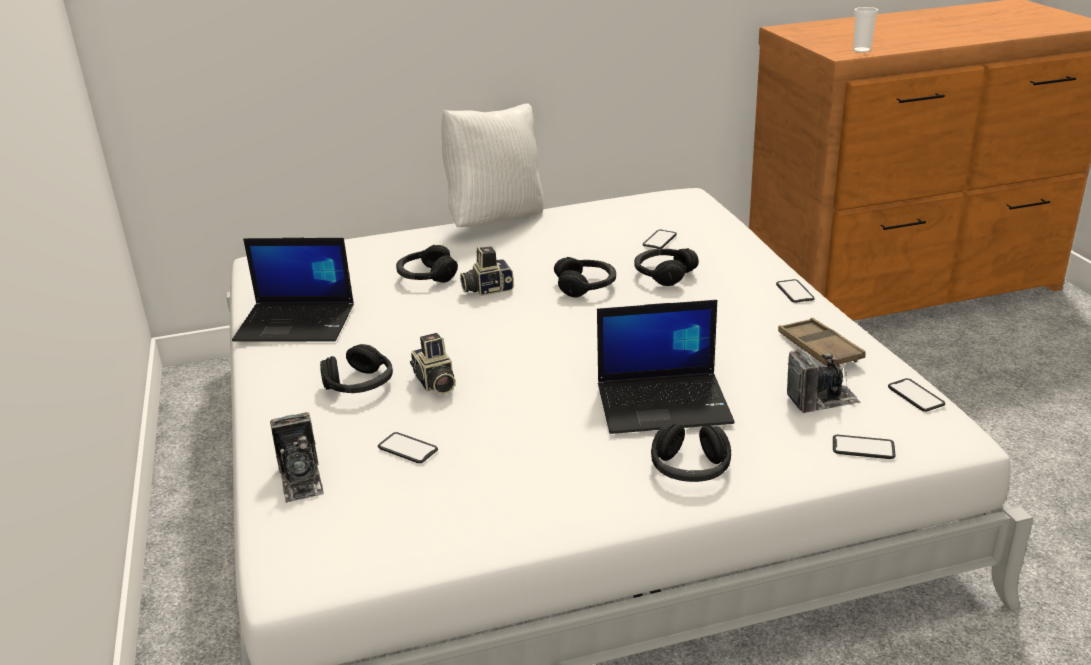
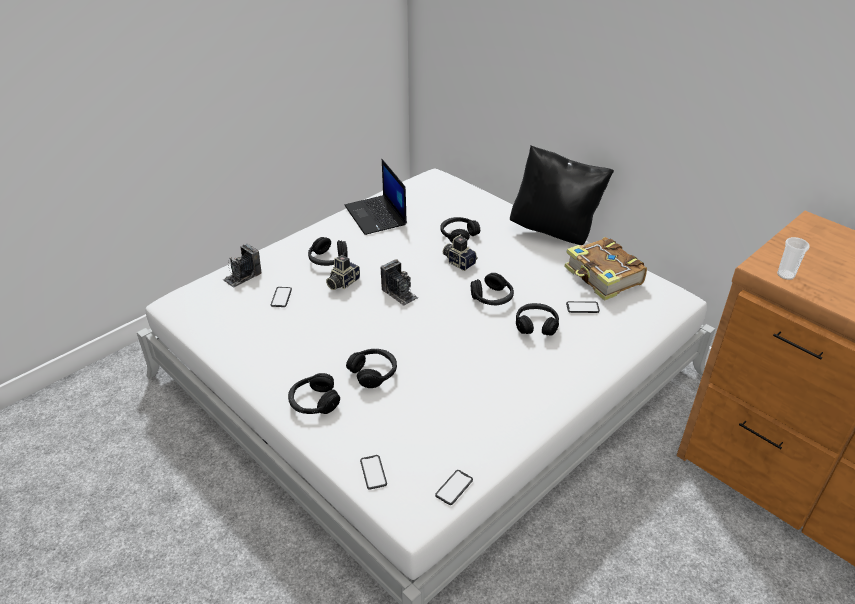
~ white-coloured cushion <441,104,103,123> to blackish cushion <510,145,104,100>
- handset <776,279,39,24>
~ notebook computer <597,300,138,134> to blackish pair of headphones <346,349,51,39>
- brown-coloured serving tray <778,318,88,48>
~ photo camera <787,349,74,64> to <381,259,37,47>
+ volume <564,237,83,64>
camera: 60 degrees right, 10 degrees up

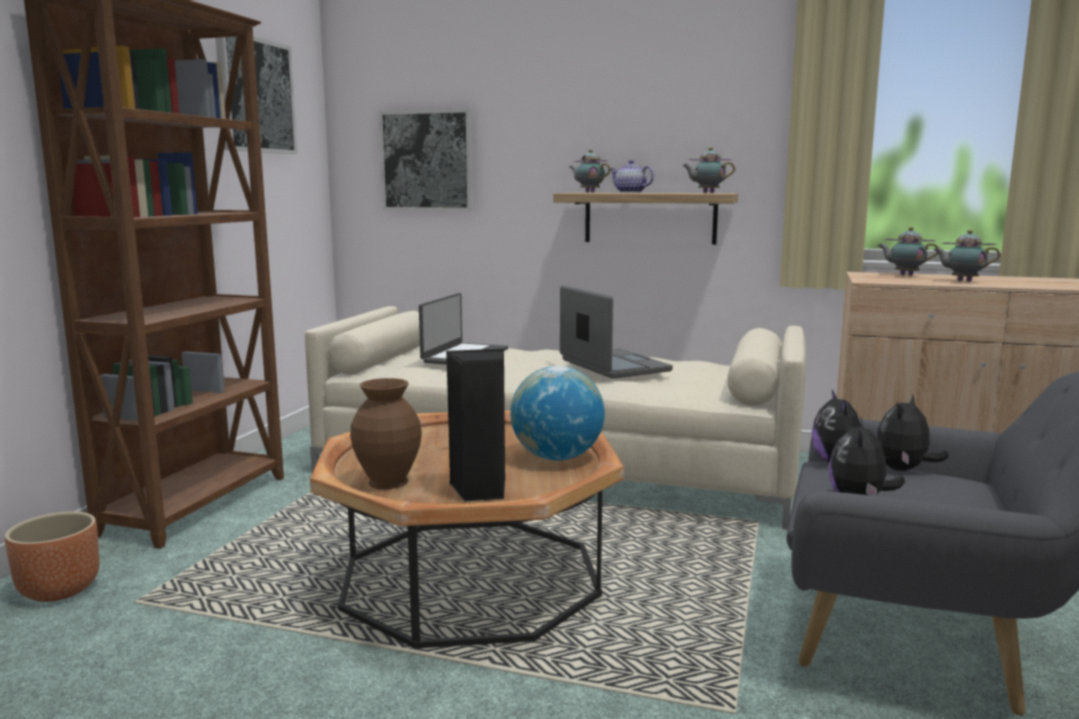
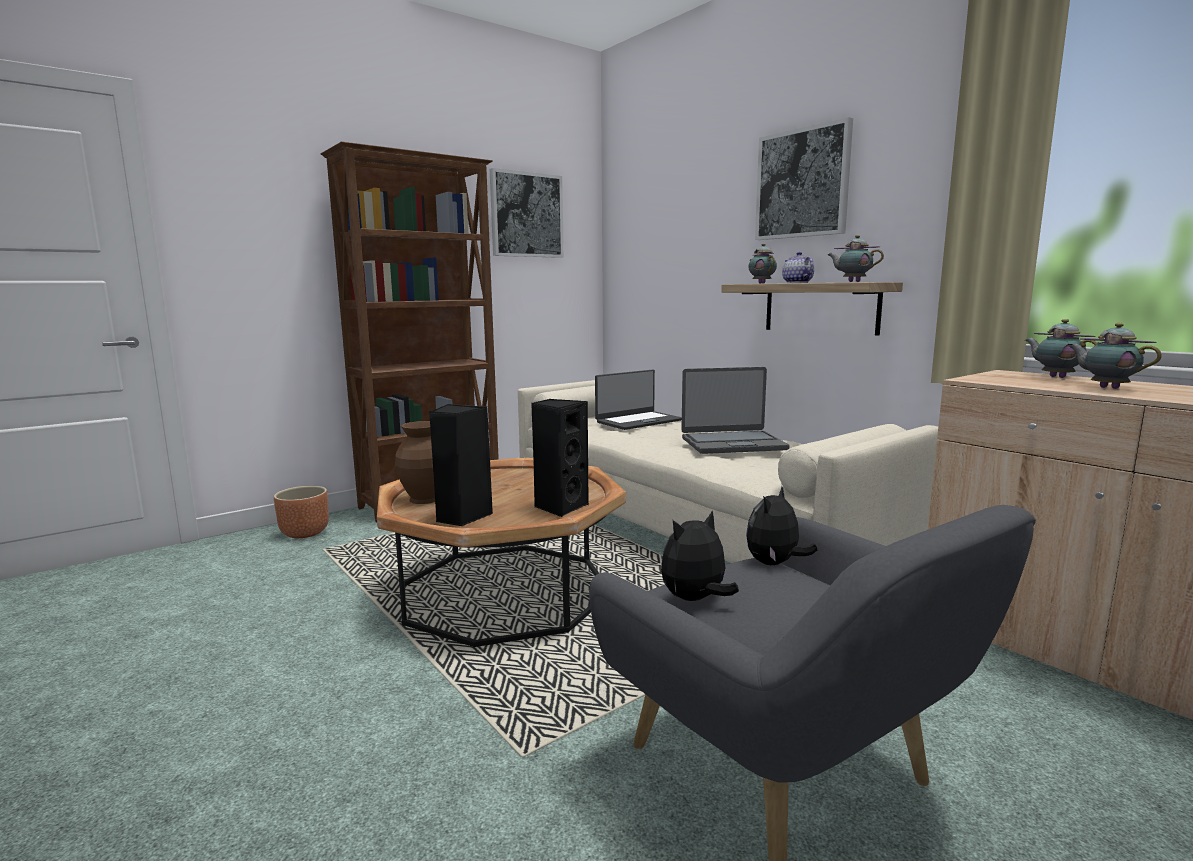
~ picture <379,108,95,103> to <755,117,98,123>
~ notebook computer <560,285,113,94> = <681,367,109,87> 75 degrees clockwise
~ desk globe <510,366,95,94> to blackish audio speaker <531,399,58,118>
- cuddly toy <876,394,73,77>
camera: 35 degrees right, 0 degrees up

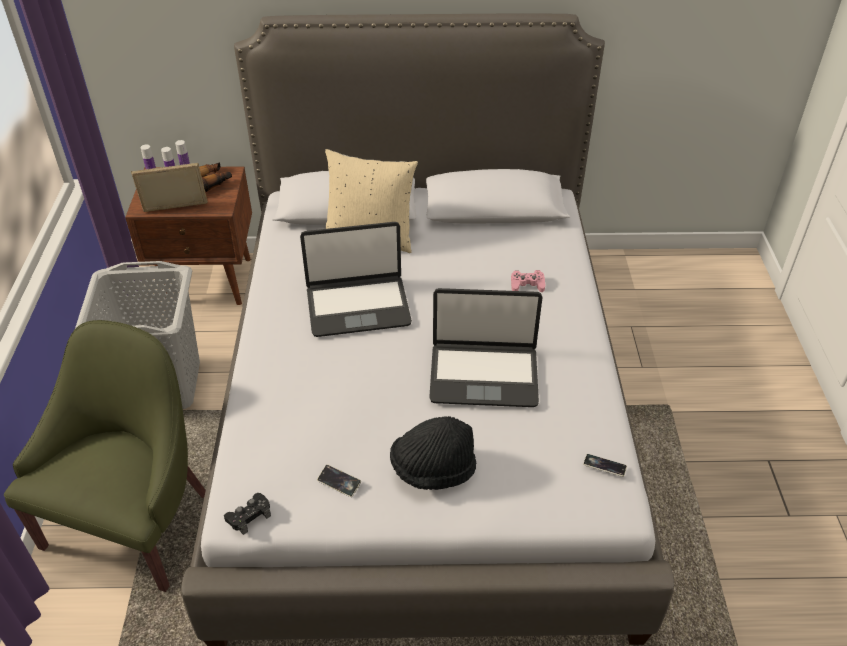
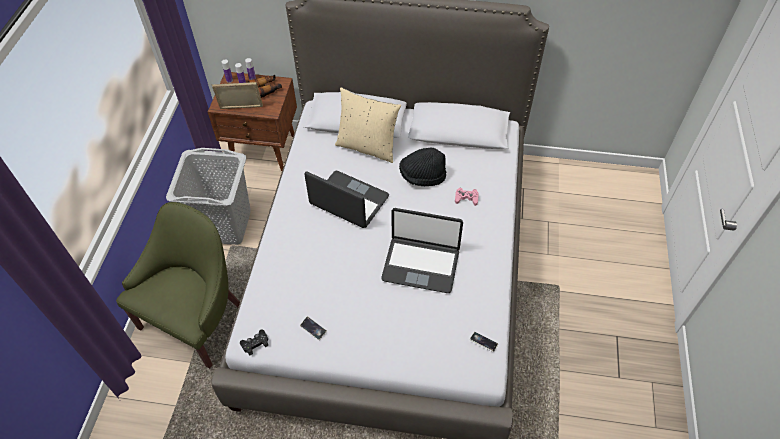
~ notebook computer <300,222,112,115> = <304,171,85,57> 150 degrees counterclockwise
~ blackish hat <390,416,86,74> to <399,147,47,39>
camera: 10 degrees right, 10 degrees up

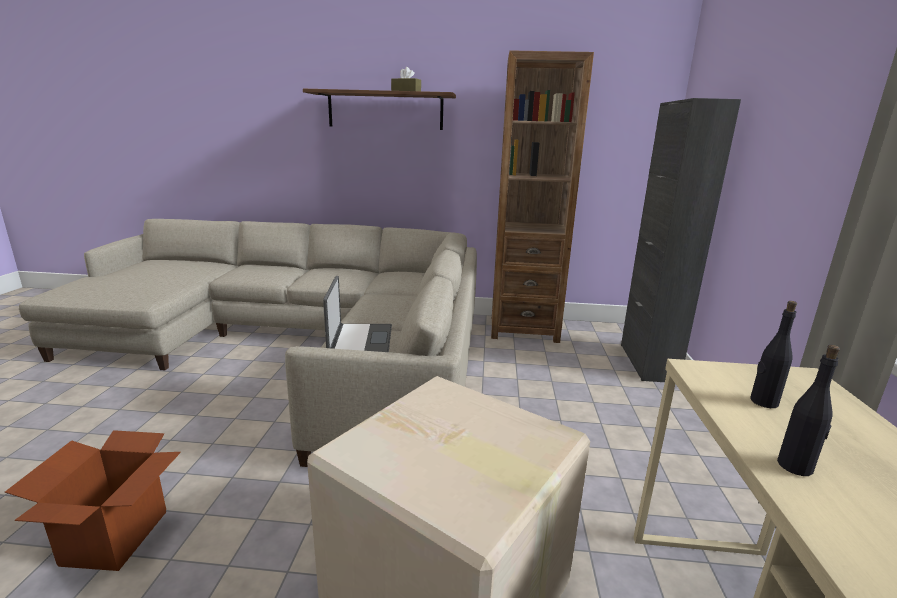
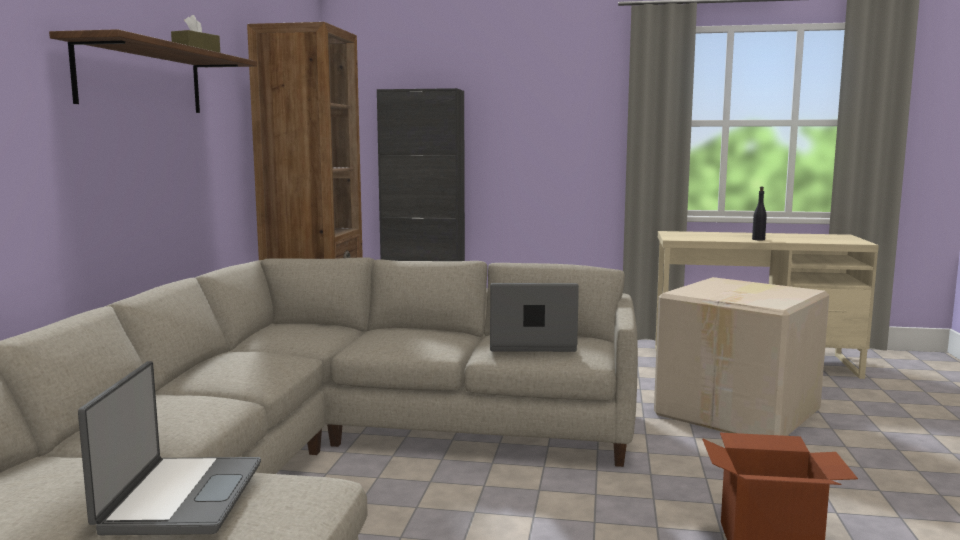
- blackish beverage bottle <750,301,47,107>
+ notebook computer <78,361,183,174>
camera: 85 degrees left, 10 degrees down

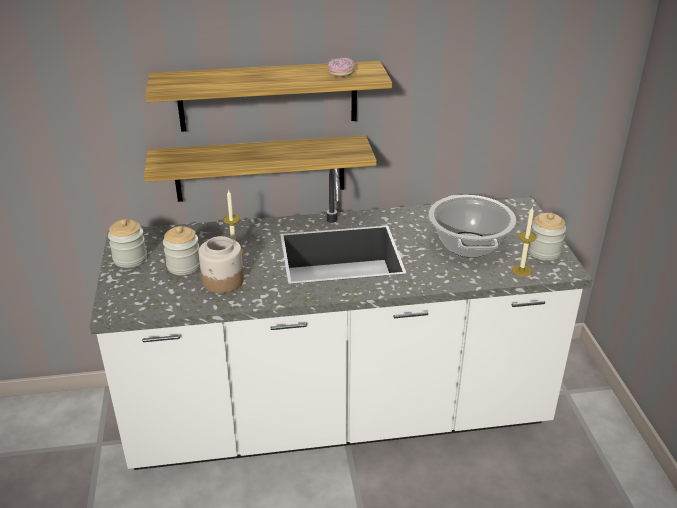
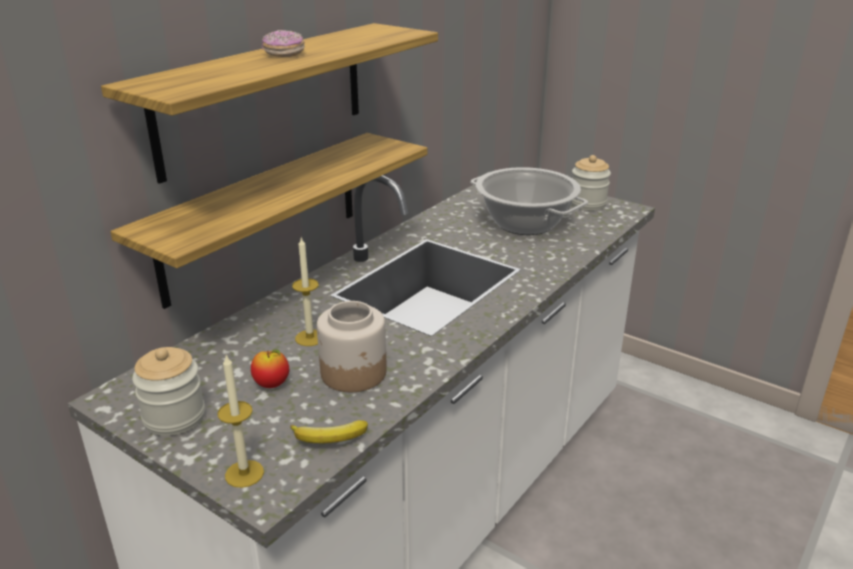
~ doughnut <328,58,27,19> to <262,30,43,27>
~ wax light <512,206,24,70> to <217,354,47,134>
~ preserve jar <163,226,37,49> to apple <251,349,38,39>
+ banana <290,420,78,23>
camera: 45 degrees left, 5 degrees down

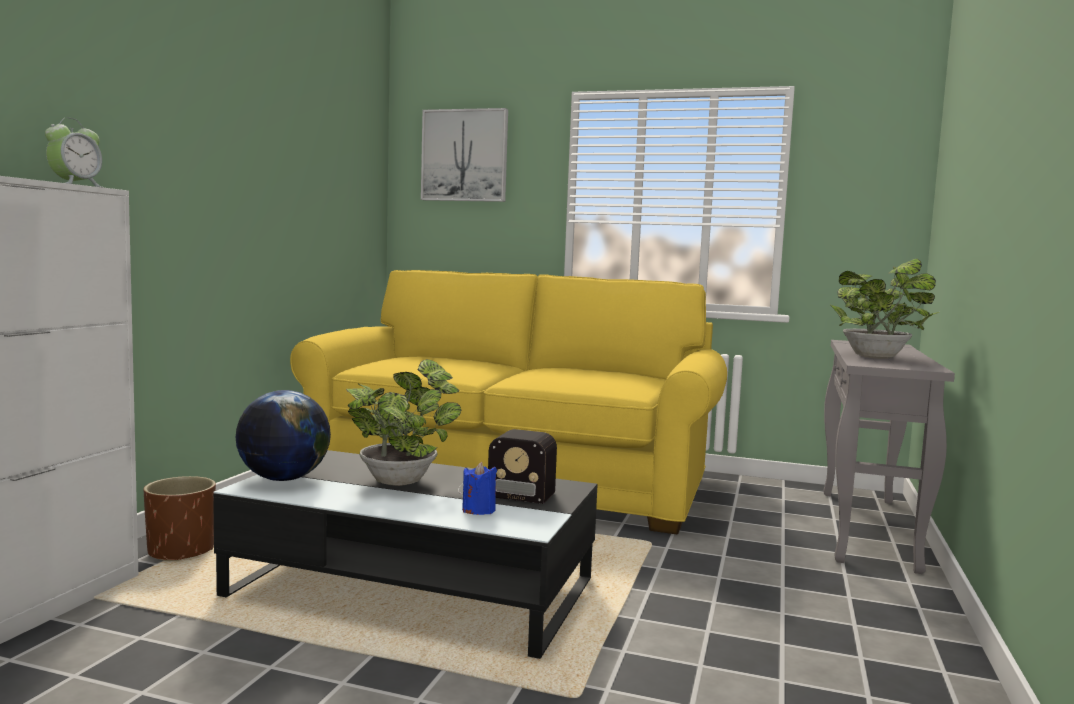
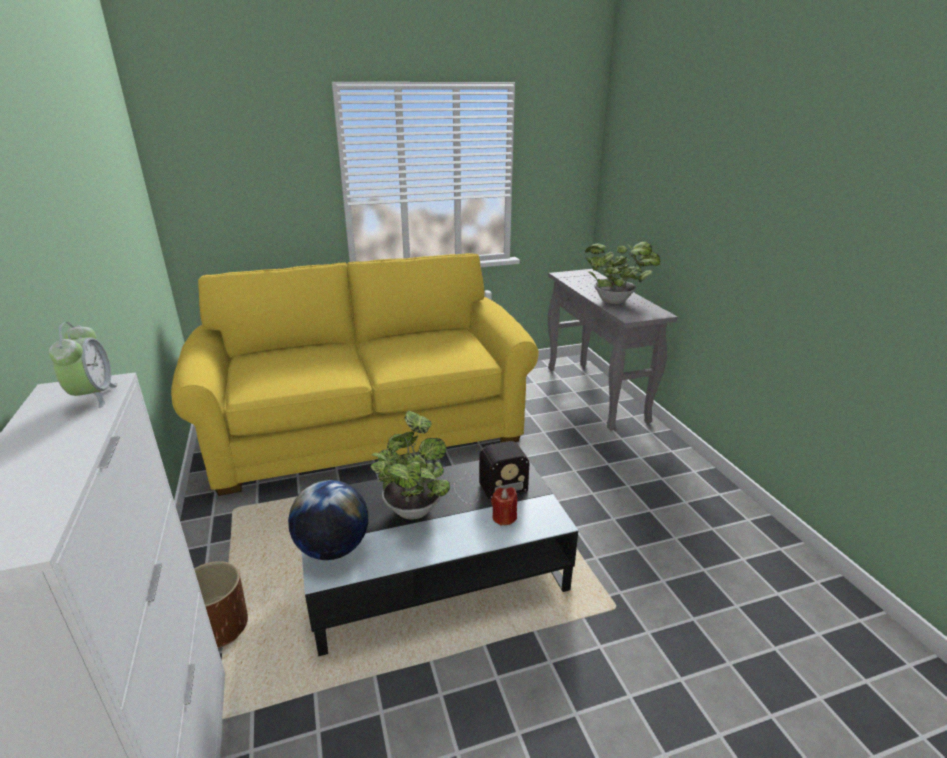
- picture <421,108,87,94>
~ blue-coloured wax light <462,462,35,53> to reddish wax light <491,487,26,39>
camera: 35 degrees left, 20 degrees up

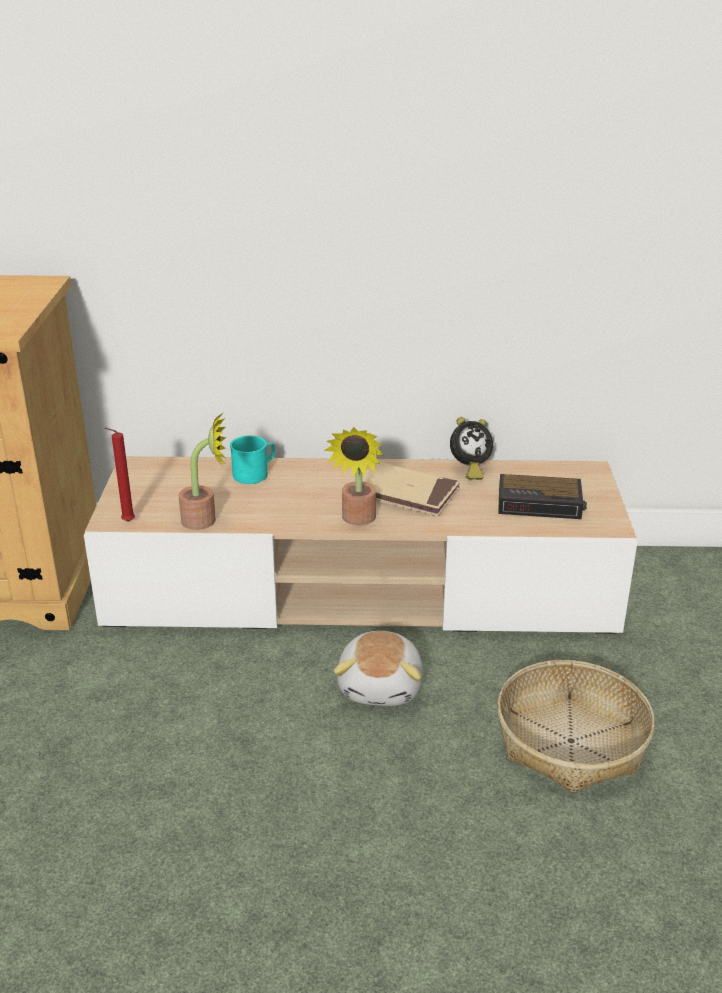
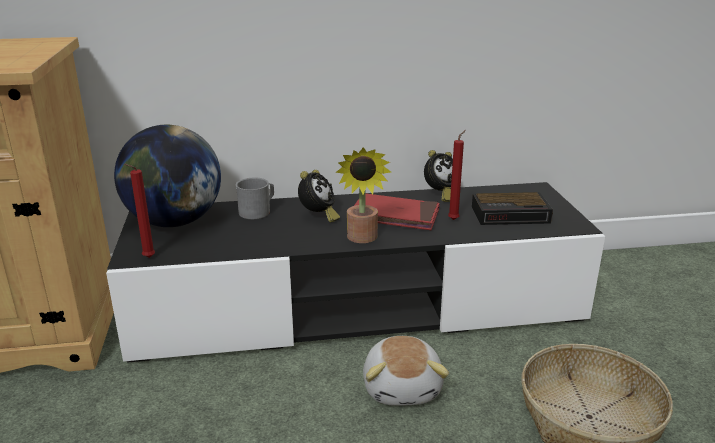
- houseplant <179,413,48,117>
~ blue-green mug <230,436,45,48> to gray mug <236,178,38,42>
~ sand-coloured media console <84,456,553,178> to blackish media console <106,182,499,181>
~ sand-coloured volume <362,462,98,54> to reddish volume <354,193,86,37>
+ desk globe <114,125,107,102>
+ reddish wax light <448,130,18,90>
+ bedside clock <298,170,42,52>
camera: 10 degrees left, 5 degrees down

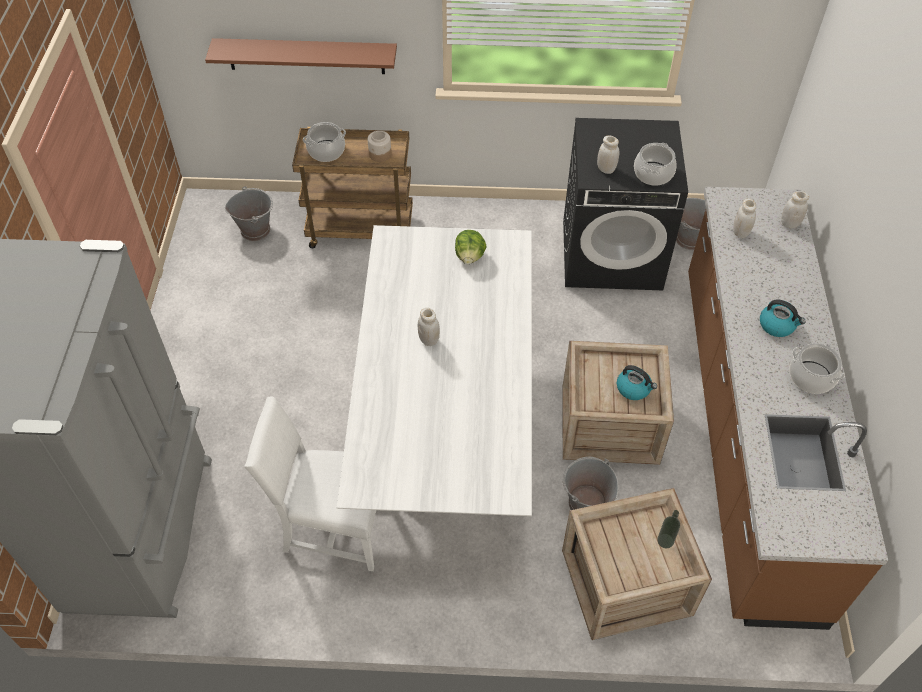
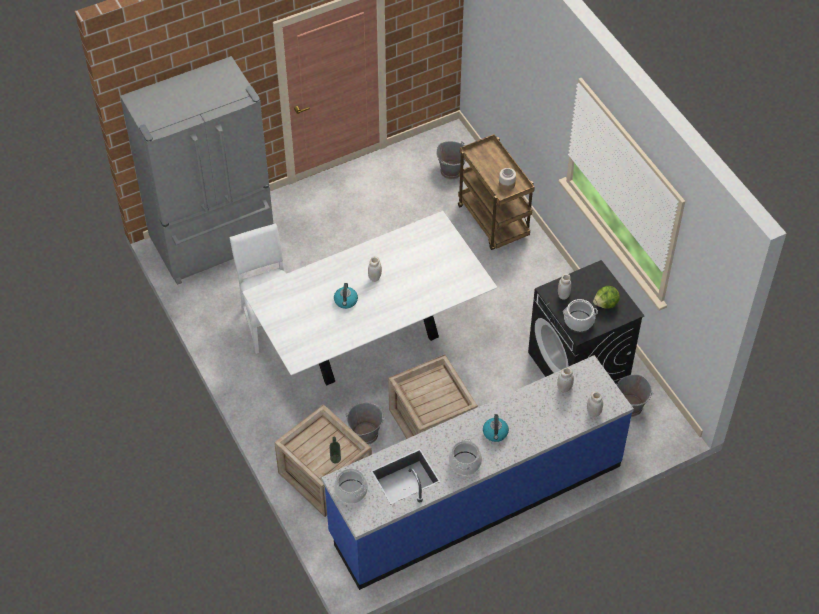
- brown-coloured bracket shelf <205,38,192,36>
~ cooking pot <303,122,43,40> to <334,469,34,35>
~ brown-coloured kitchen counter <688,187,200,443> to blue-coloured kitchen counter <321,355,313,235>
~ lettuce <455,230,32,34> to <593,286,27,23>
~ tea kettle <617,365,40,35> to <334,283,24,26>
camera: 60 degrees right, 0 degrees up

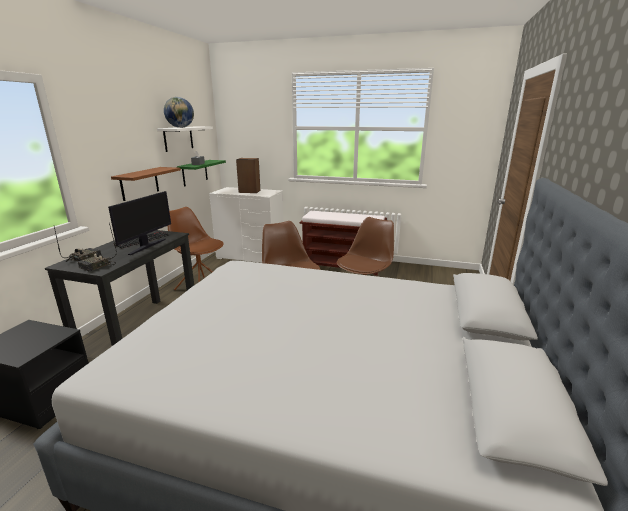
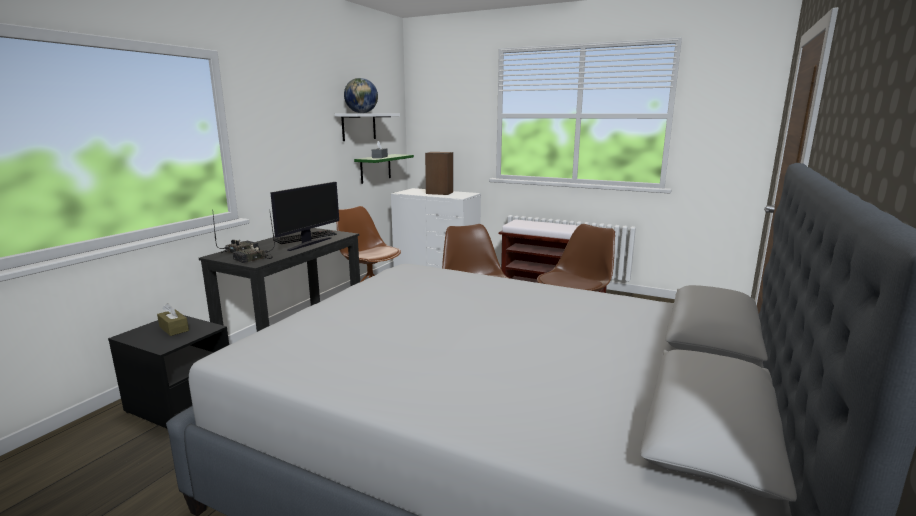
- brown-coloured bracket shelf <111,167,70,34>
+ brown-coloured box of tissues <157,303,32,33>
camera: 10 degrees right, 5 degrees down

